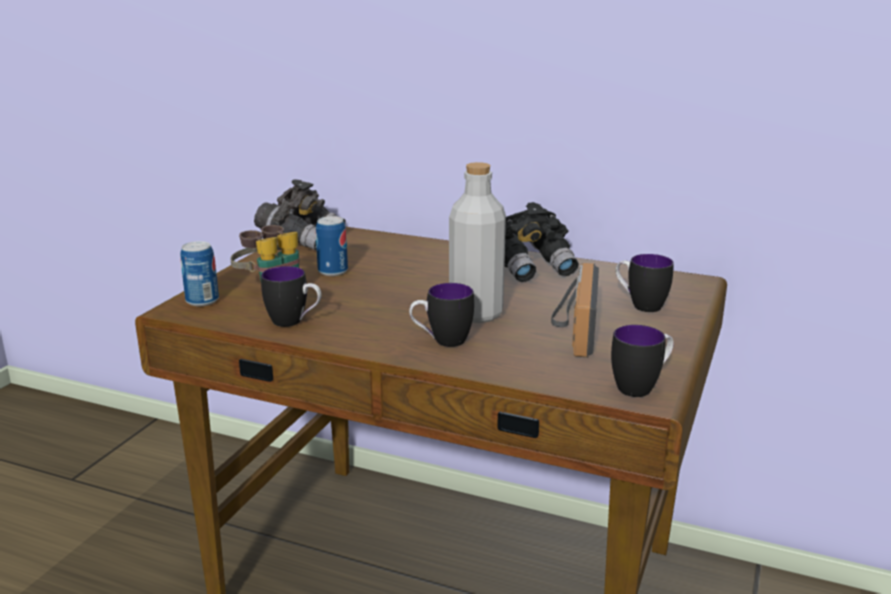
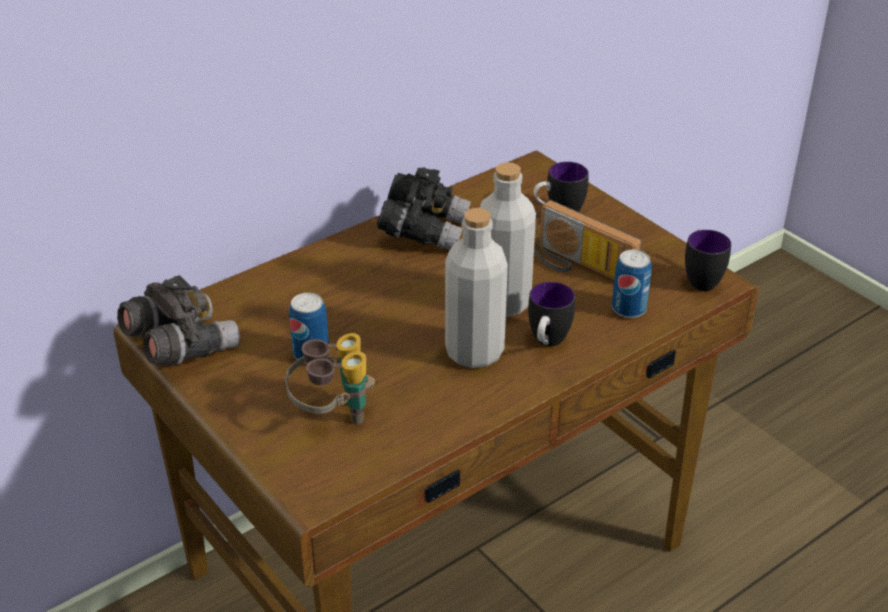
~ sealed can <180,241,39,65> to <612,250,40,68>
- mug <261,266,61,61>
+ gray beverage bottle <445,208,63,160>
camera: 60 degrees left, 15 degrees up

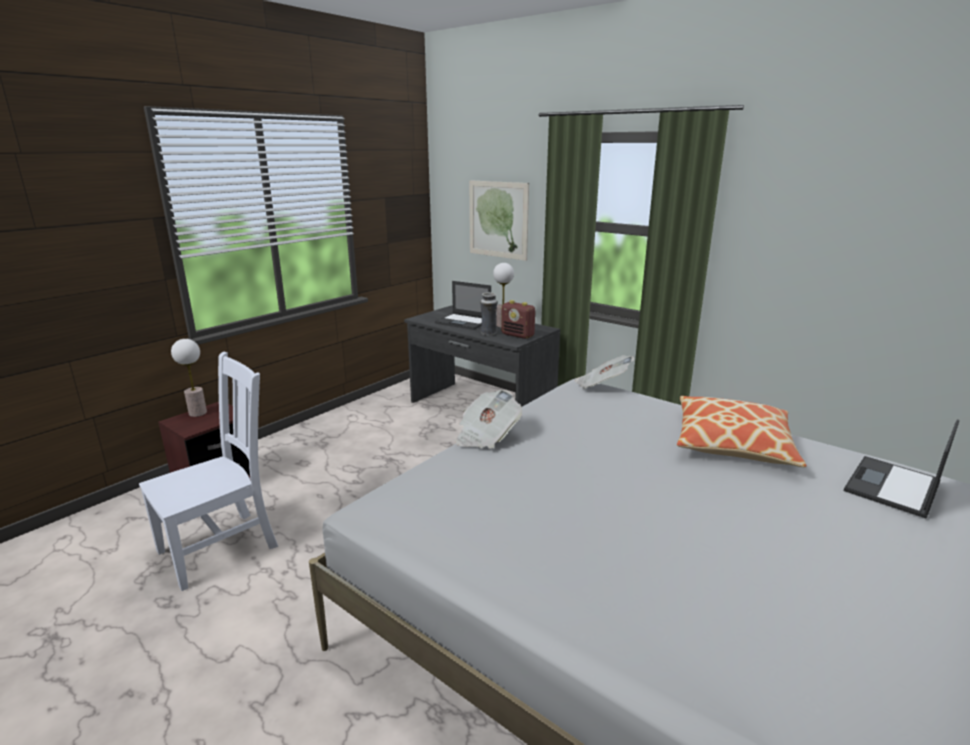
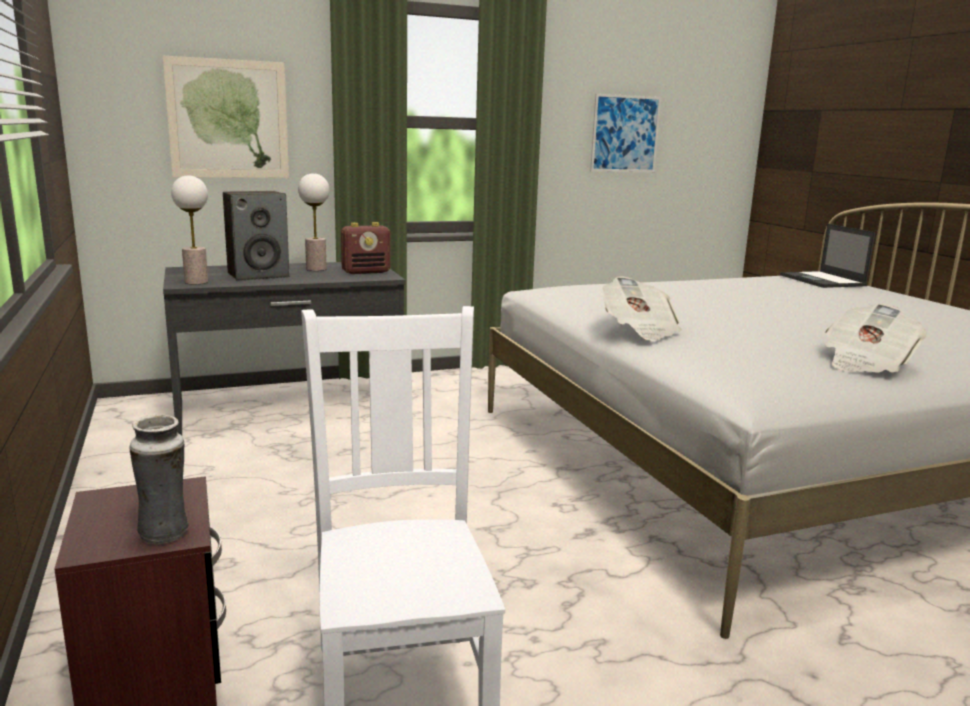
~ notebook computer <435,281,56,49> to audio speaker <223,191,66,90>
~ vase <480,292,17,44> to <129,415,60,130>
~ lamp for a table <171,339,36,78> to <171,176,37,108>
~ daily paper <575,355,59,34> to <825,304,102,69>
- cushion <677,396,129,71>
+ picture <590,94,71,78>
camera: 60 degrees left, 5 degrees down

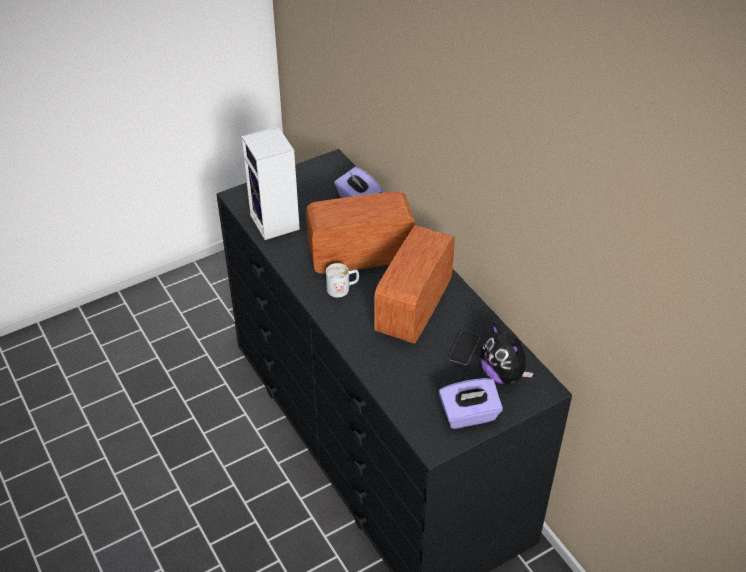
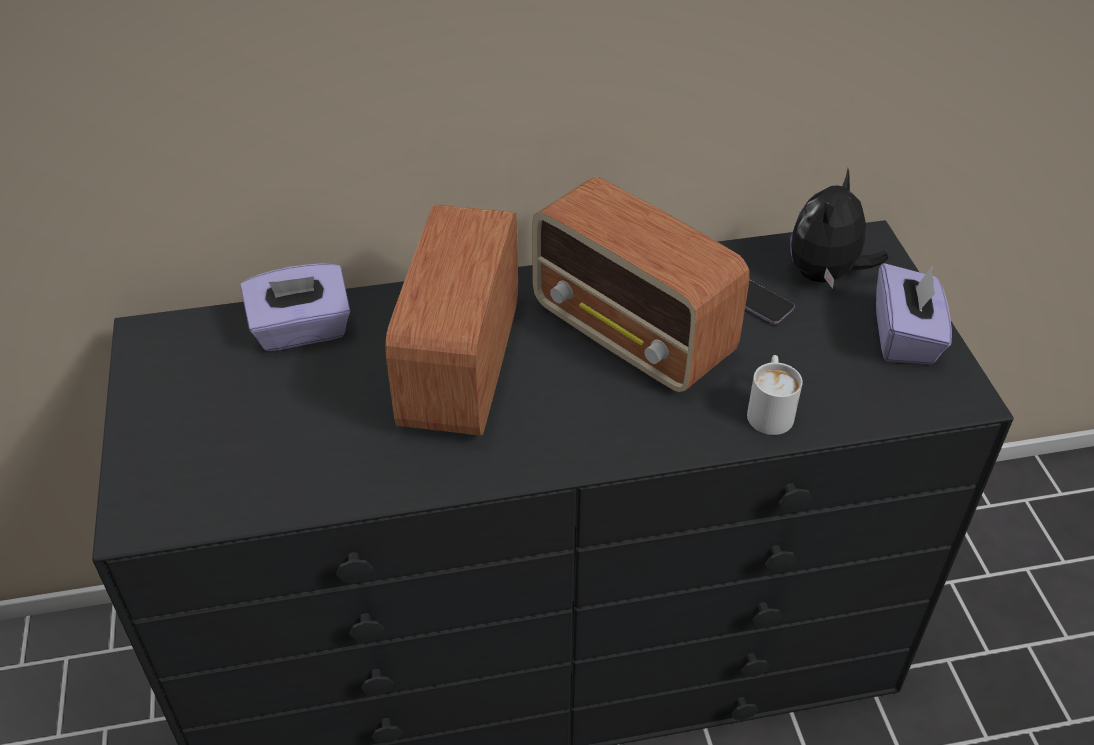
- audio speaker <241,127,59,113>
~ white-coloured mug <326,263,33,35> to <747,355,56,80>
~ cuddly toy <480,324,53,61> = <790,169,98,119> 135 degrees clockwise
camera: 70 degrees left, 0 degrees up

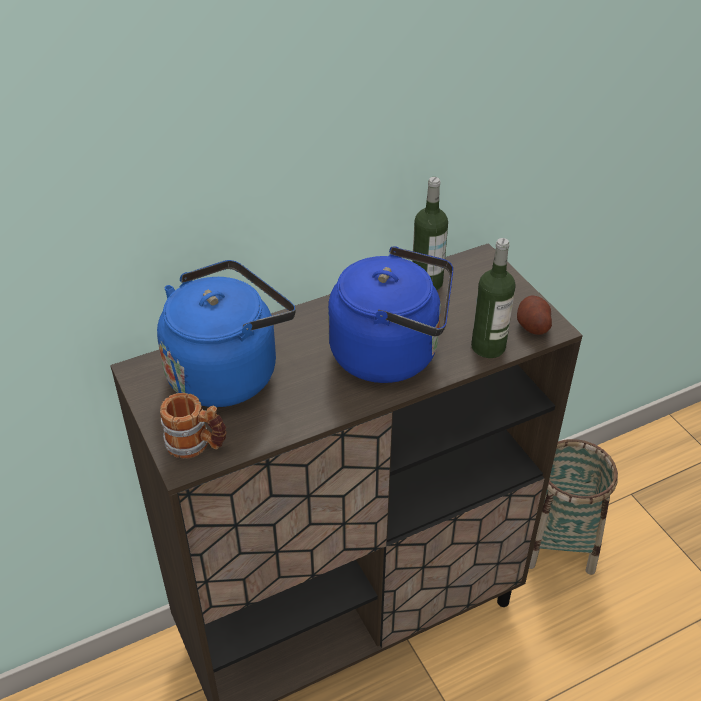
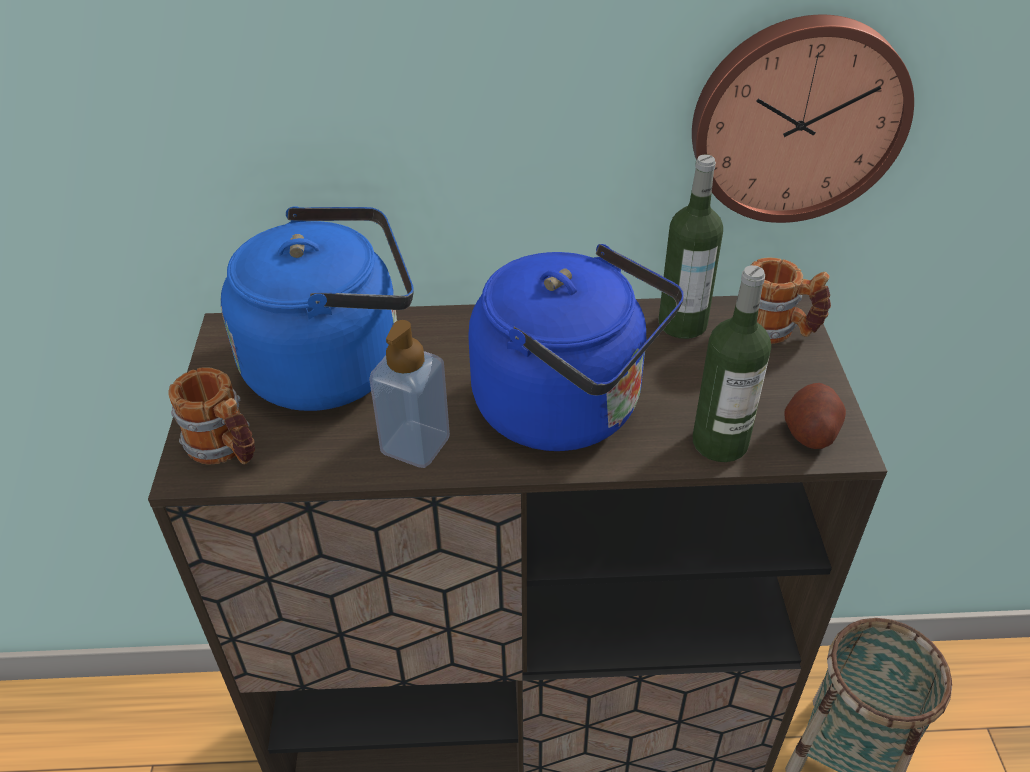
+ wall clock <692,14,222,209>
+ mug <750,257,81,87>
+ liquid soap bottle <369,320,81,148>
camera: 25 degrees right, 0 degrees up

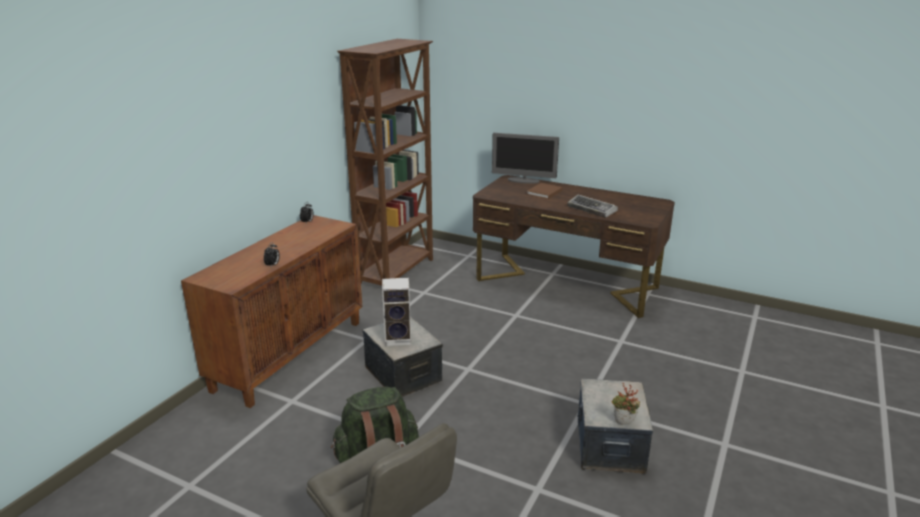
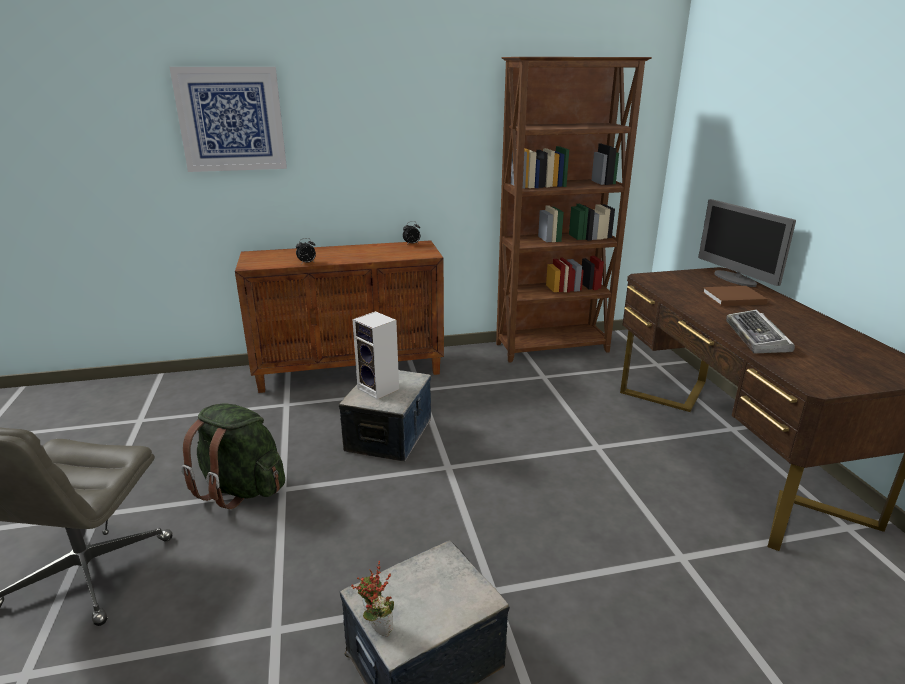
+ picture <169,67,118,105>
camera: 50 degrees right, 0 degrees up

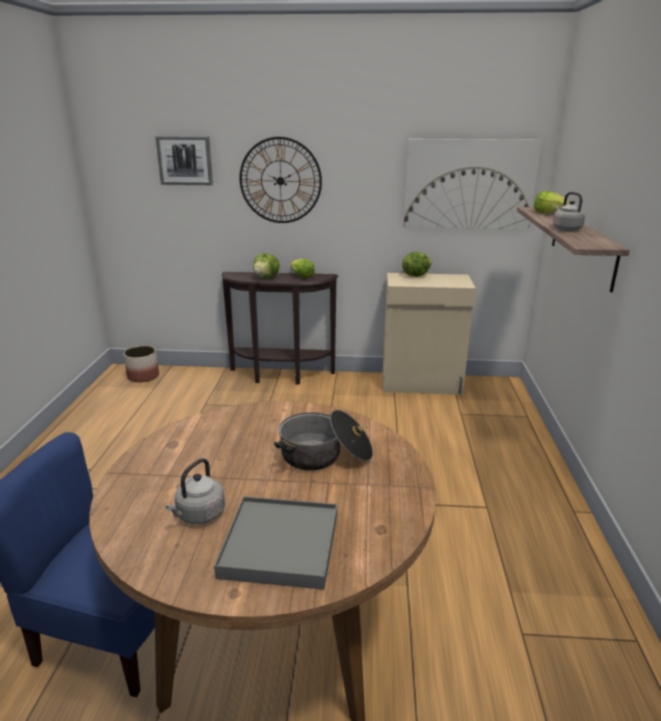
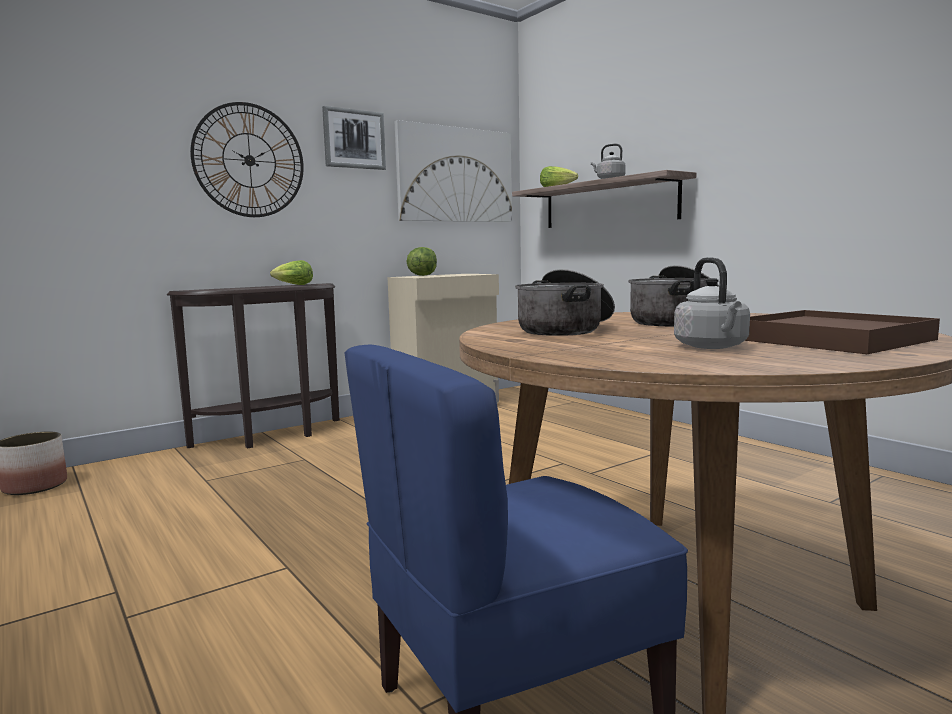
~ picture <155,136,58,49> to <322,106,64,64>
- lettuce <253,253,26,25>
~ gray serving tray <214,496,123,94> to brown-coloured serving tray <745,310,195,44>
+ cooking pot <515,269,100,67>
camera: 40 degrees left, 15 degrees down

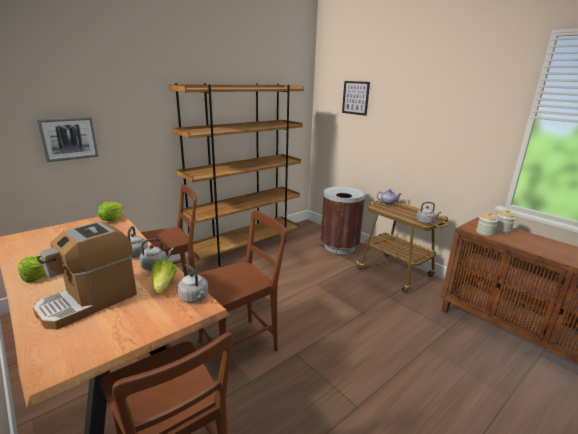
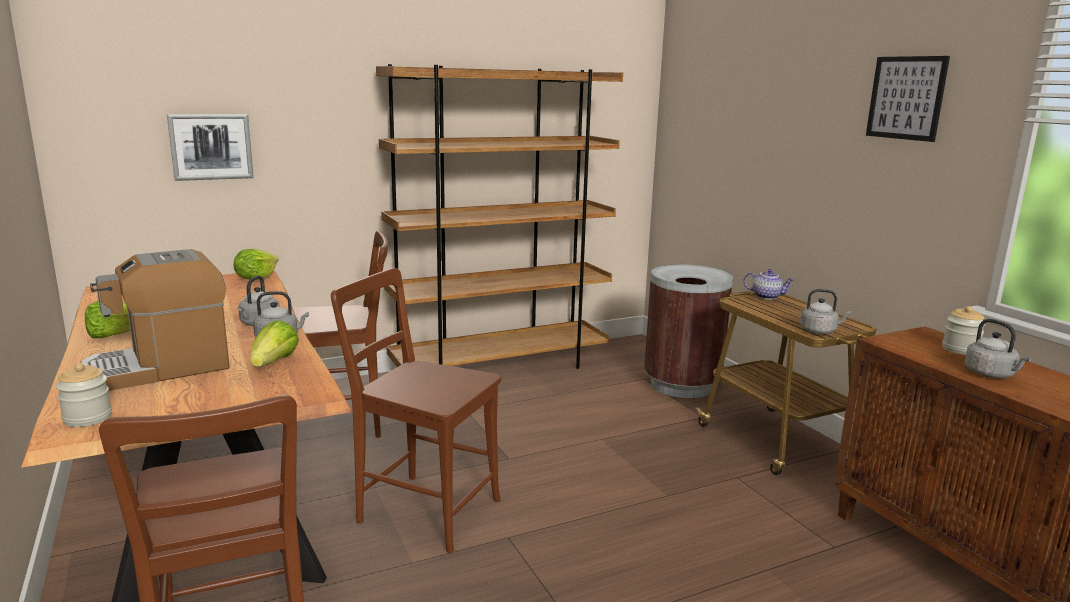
~ picture <342,81,28,35> to <866,56,84,86>
~ brown-coloured upright chair <197,210,90,150> = <331,268,170,285> 135 degrees counterclockwise
~ preserve jar <476,212,22,24> to <56,363,56,64>
~ gray tea kettle <178,264,30,39> to <965,319,67,59>
camera: 15 degrees right, 5 degrees down

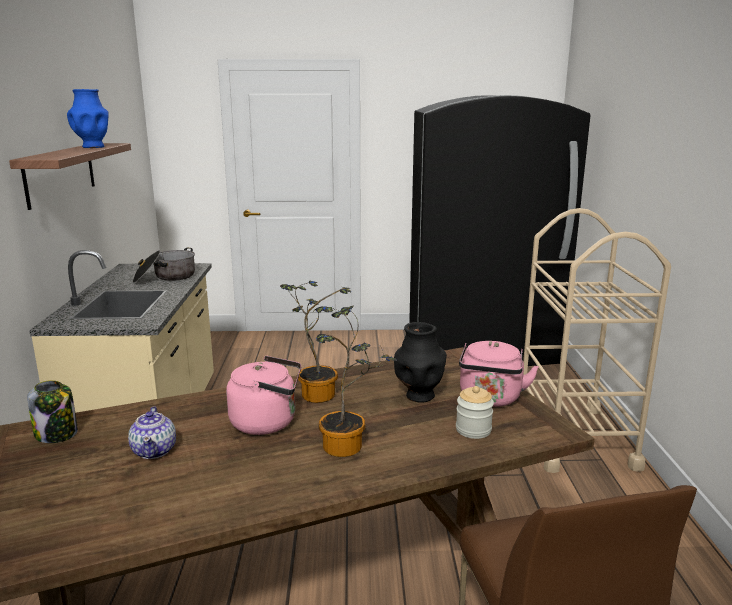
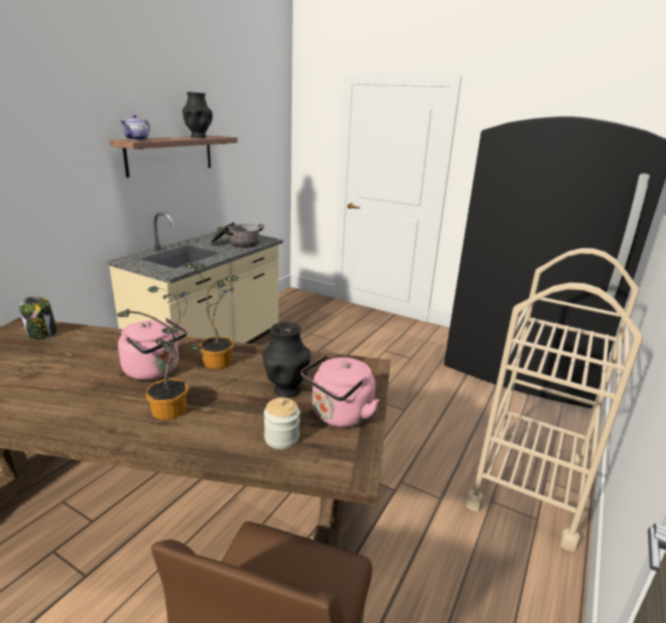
~ blue-coloured vase <67,89,42,59> to blackish vase <182,92,31,46>
~ pot for tea <128,406,48,53> to <120,115,30,25>
camera: 30 degrees right, 5 degrees up

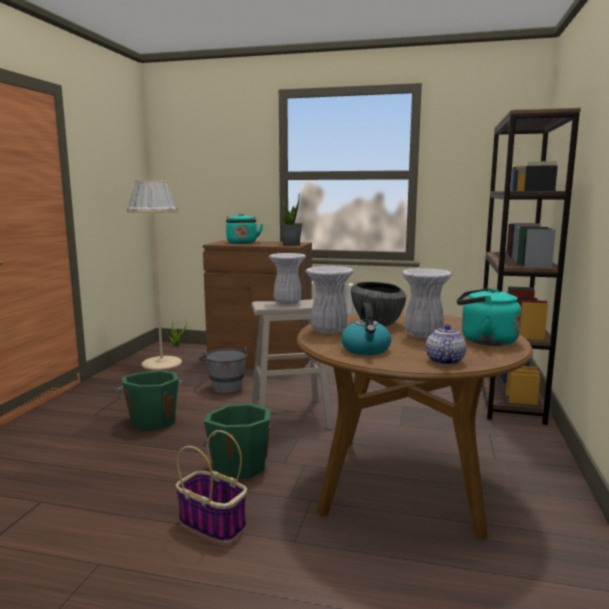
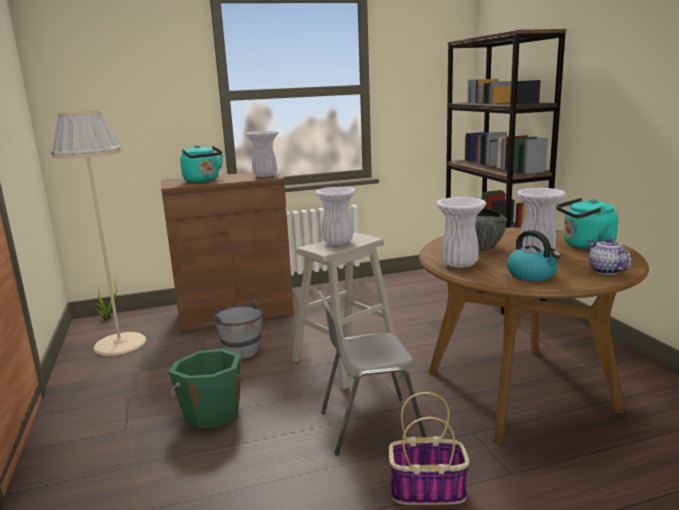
~ houseplant <280,196,22,50> to white-coloured vase <245,131,34,46>
~ green water bucket <203,403,68,76> to gray upright chair <318,290,109,165>
camera: 30 degrees left, 5 degrees up

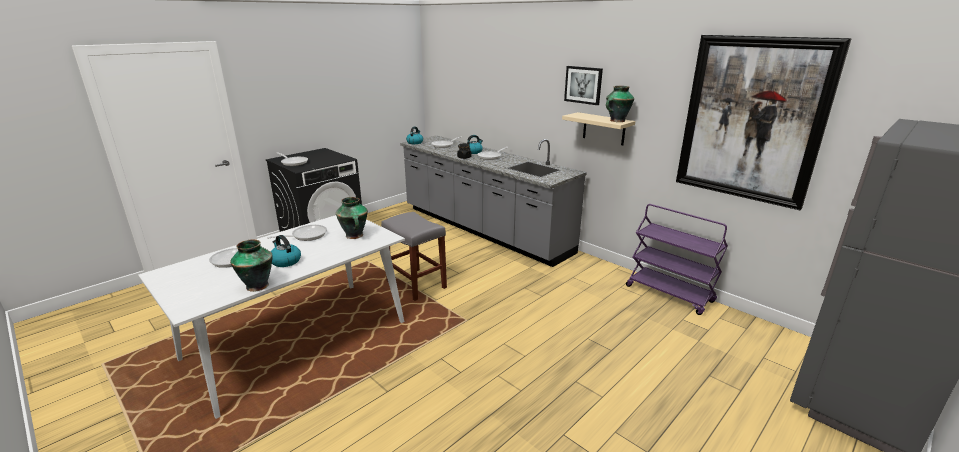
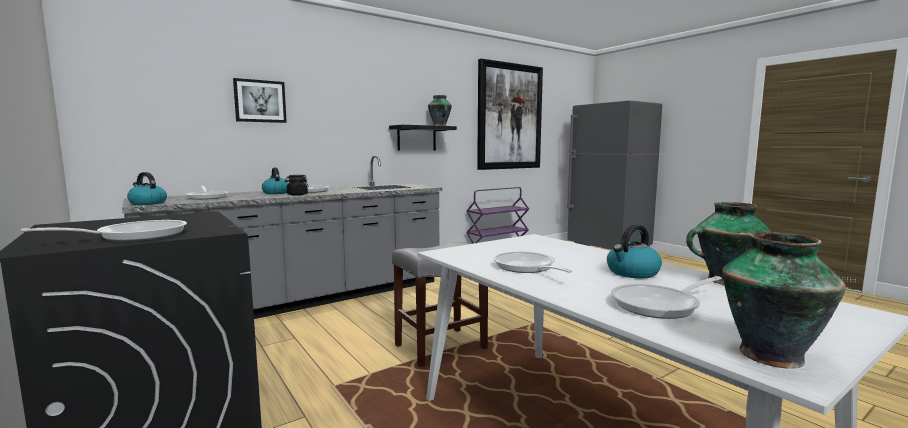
~ picture <564,66,39,39> to <233,78,54,45>
~ sand-coloured bracket shelf <562,112,73,33> to blackish bracket shelf <389,125,68,26>
~ vase <336,197,32,42> to <722,232,124,137>
camera: 80 degrees left, 15 degrees down

